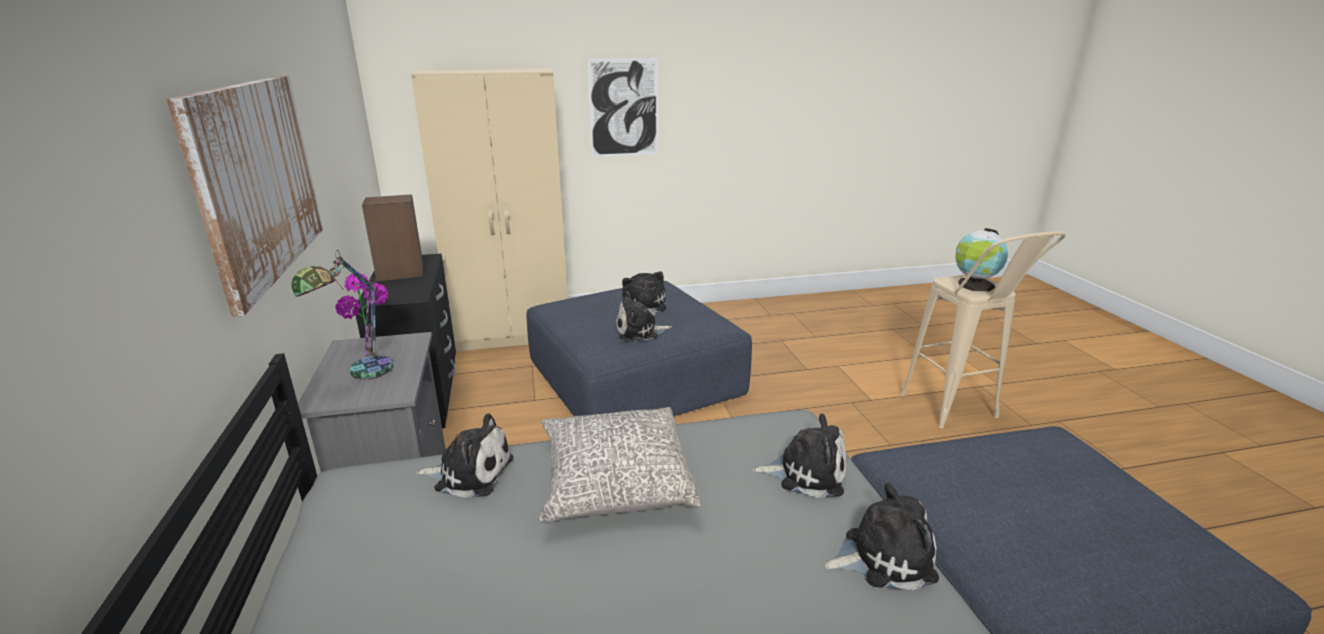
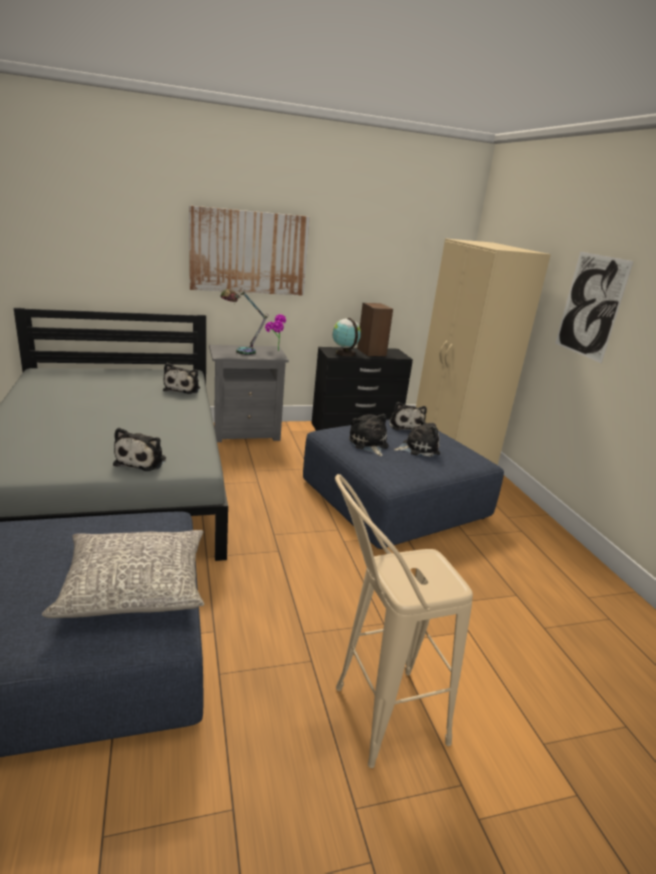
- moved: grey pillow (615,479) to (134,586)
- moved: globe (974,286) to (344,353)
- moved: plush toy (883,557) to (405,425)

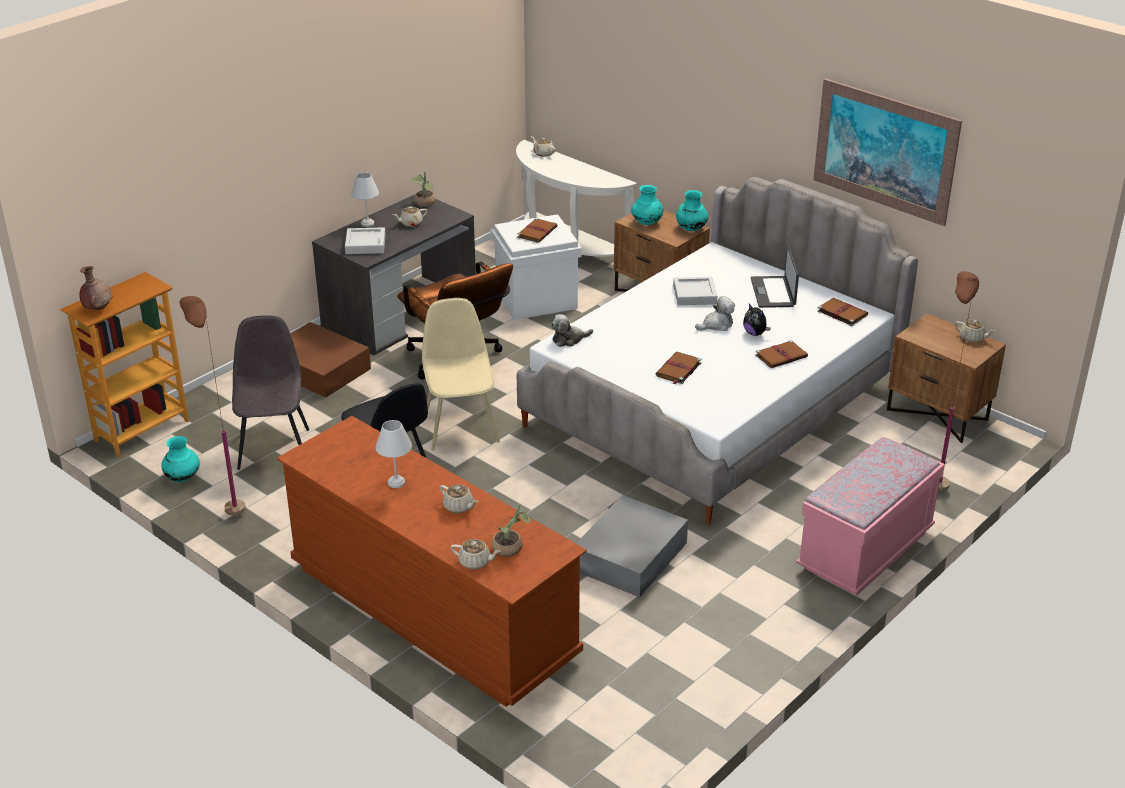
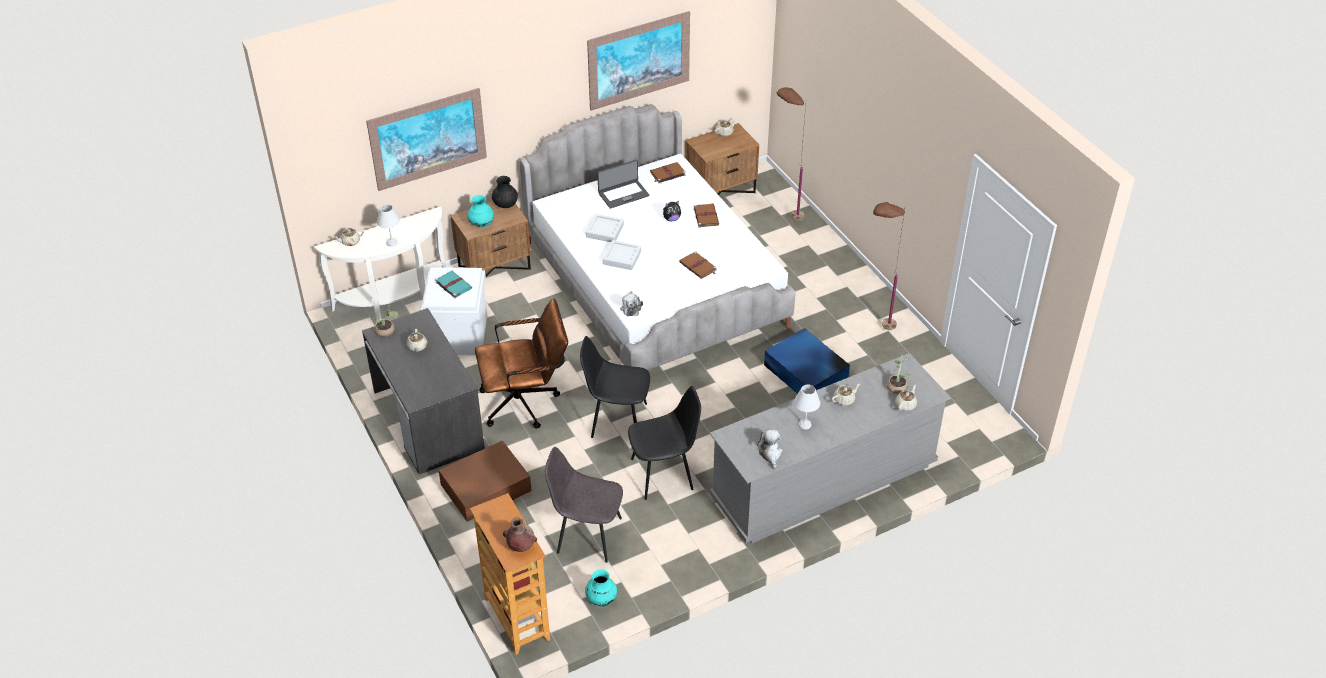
- added: picture (428,139)
- moved: white table lamp (366,223) to (391,243)
- recoloured: brown book (537,232) to turquoise book (453,285)
- recoloured: turquoise vase (691,229) to black vase (505,205)
- recoloured: beige chair (461,428) to black chair (617,420)
- turned: laptop (773,292) = (623,194) 45 degrees counterclockwise
- moved: grey tray (365,244) to (622,257)
- recoloured: brown dresser (432,610) to grey dresser (823,481)
- moved: plush toy (716,325) to (770,454)
- recoloured: grey storage box (628,557) to blue storage box (806,373)
- moved: brown floor lamp (227,505) to (877,330)
- removed: pink bench (865,551)

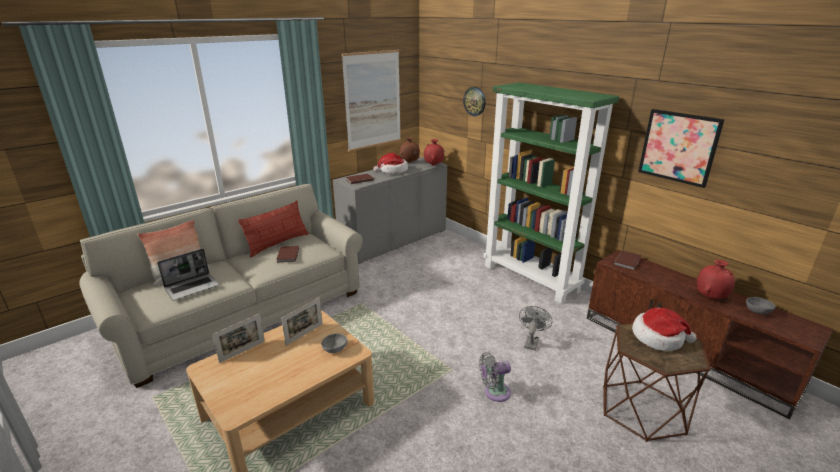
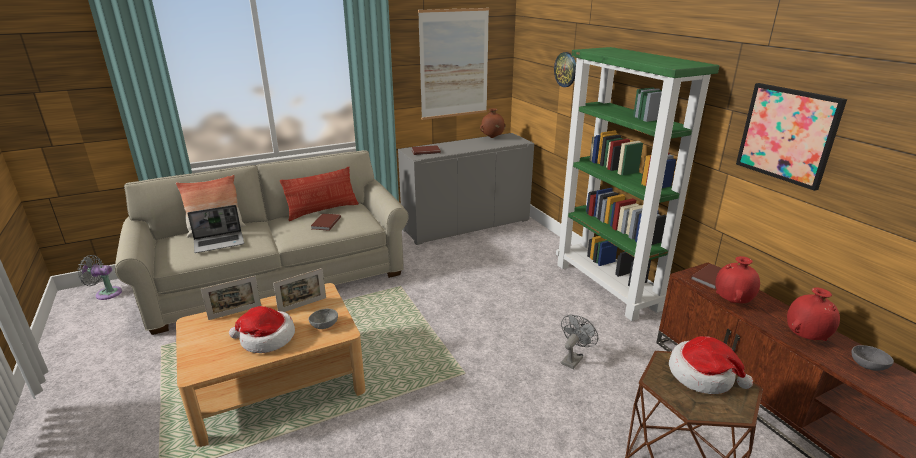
- moved: grey fan (494,392) to (106,293)
- moved: hat (393,171) to (266,339)
- moved: red vase (433,165) to (732,302)

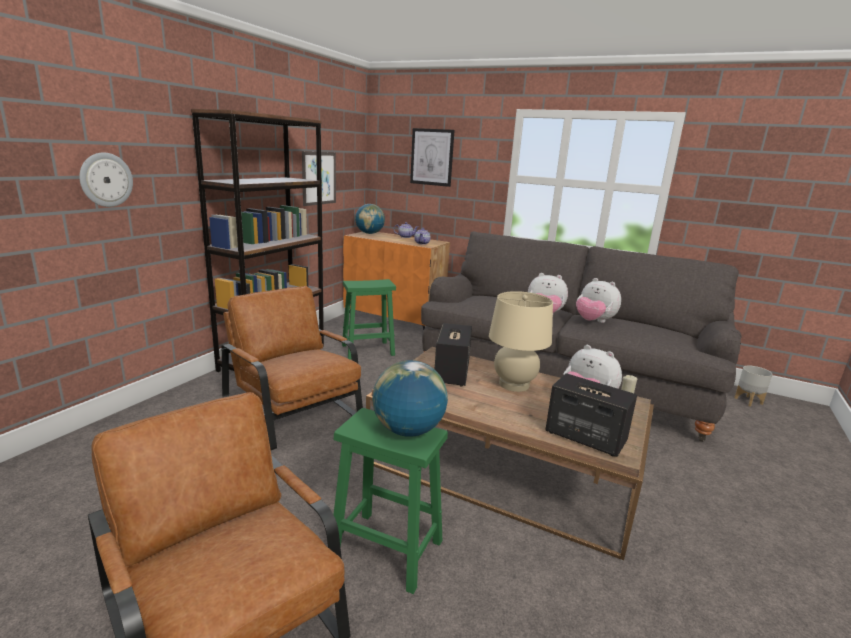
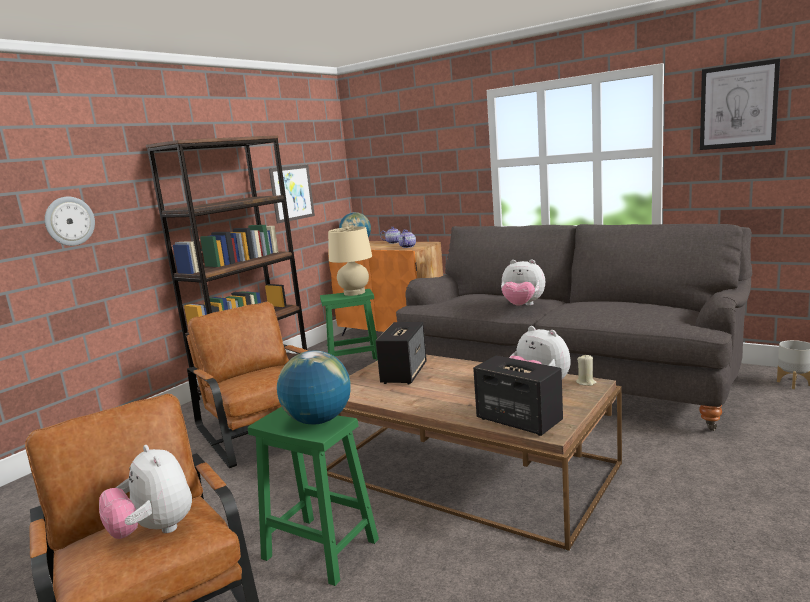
- moved: plush toy (594,321) to (154,531)
- moved: beige table lamp (514,384) to (354,293)
- moved: picture (432,157) to (738,106)

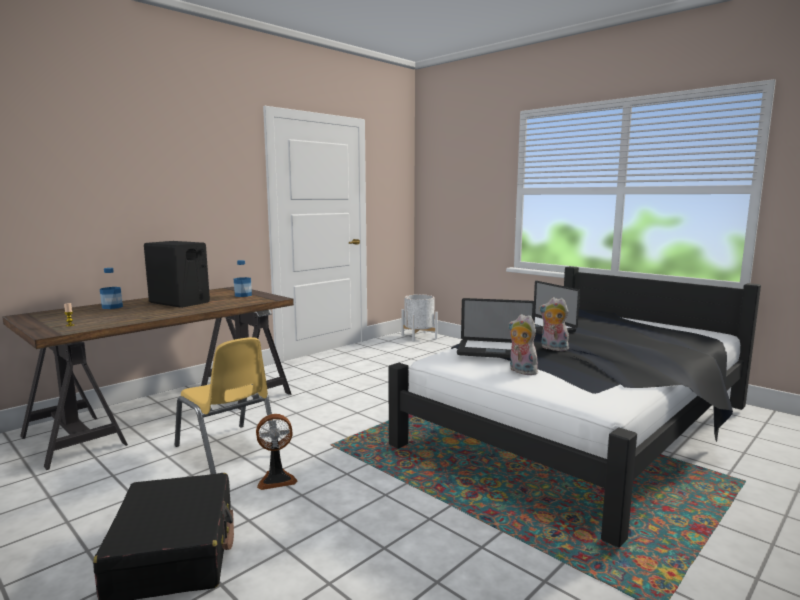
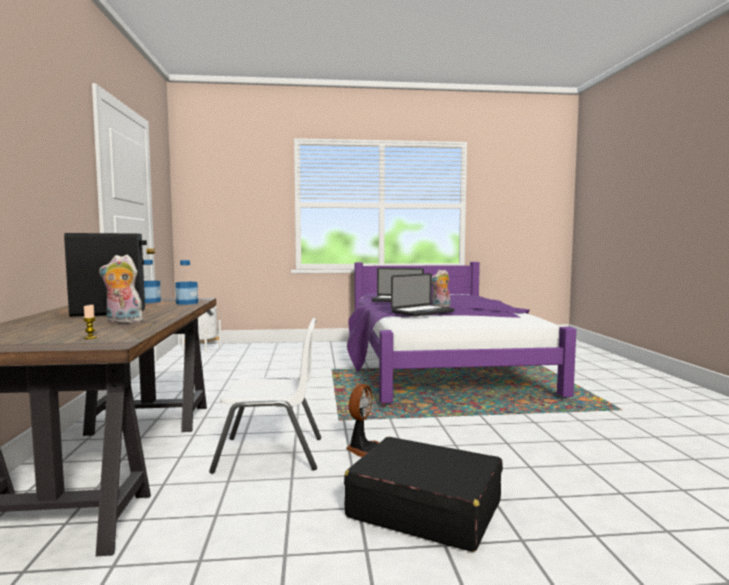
- moved: plush toy (520,371) to (122,322)
- moved: bottle (112,307) to (187,303)
- recoloured: yellow chair (227,450) to white chair (270,454)
- recoloured: black bed (579,428) to purple bed (438,366)

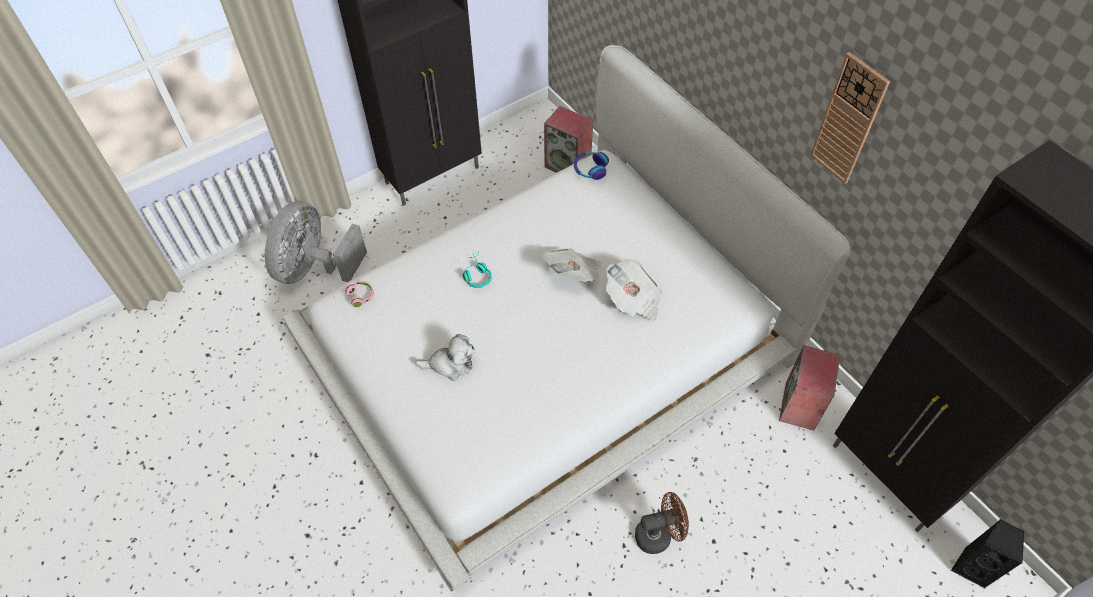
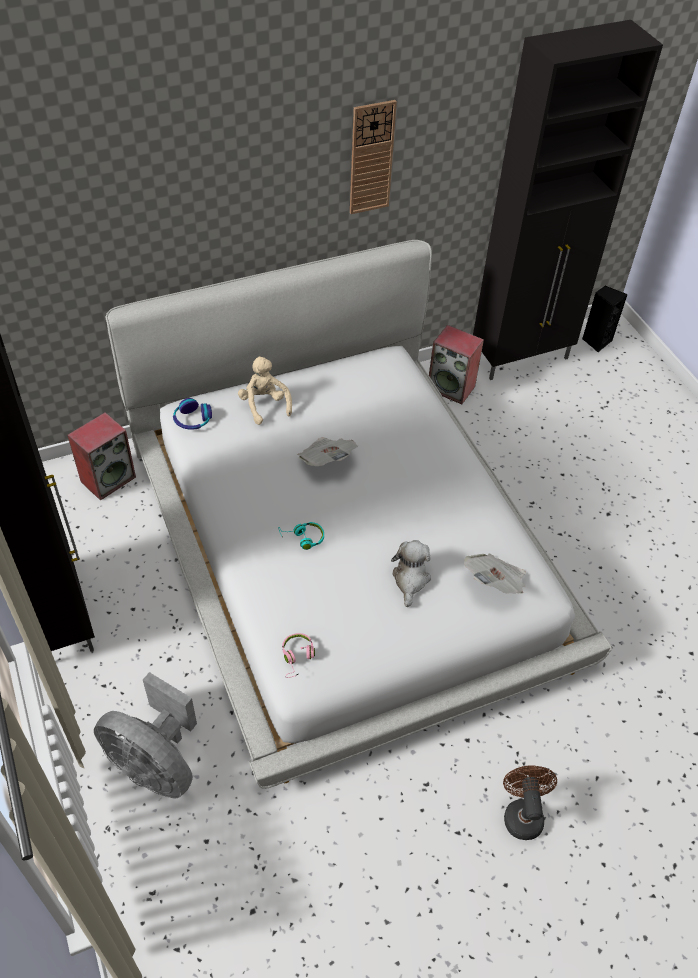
- added: beige plush toy (264,405)
- moved: newspaper (633,300) to (495,583)
- moved: brown fan (658,535) to (522,813)

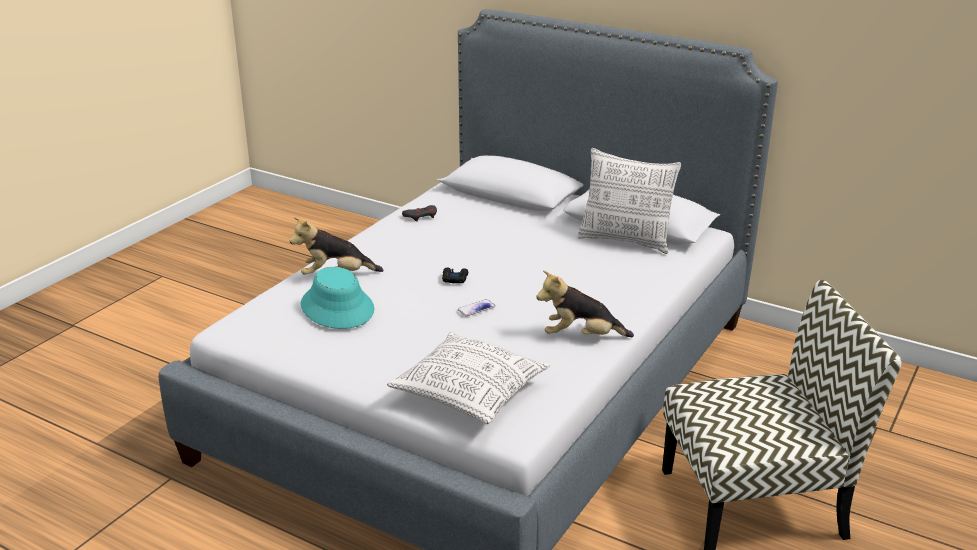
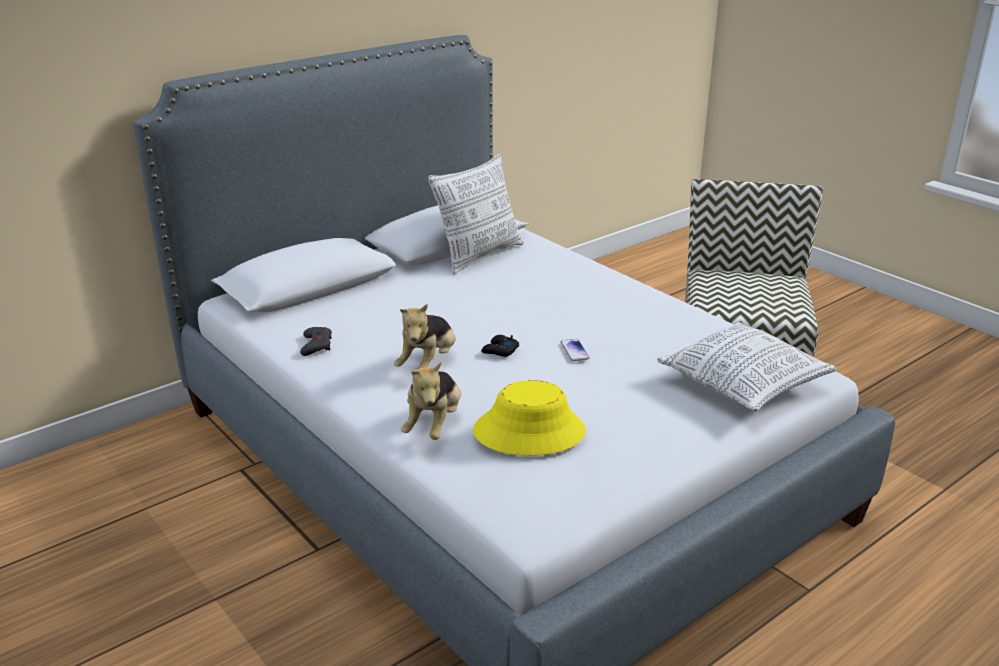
- moved: plush toy (581,337) to (428,363)
- recoloured: turquoise hat (338,307) to yellow hat (529,431)

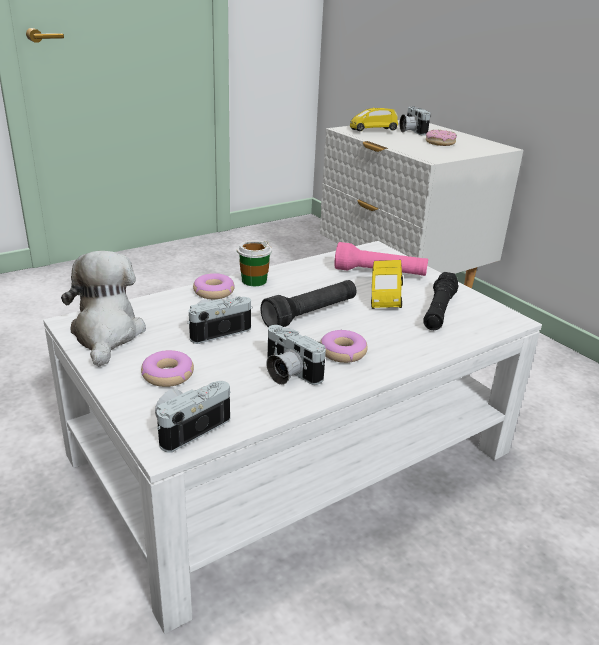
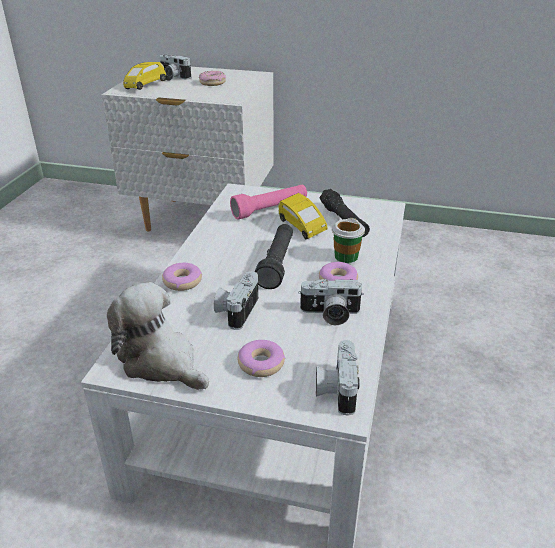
- moved: cup (254,281) to (346,256)

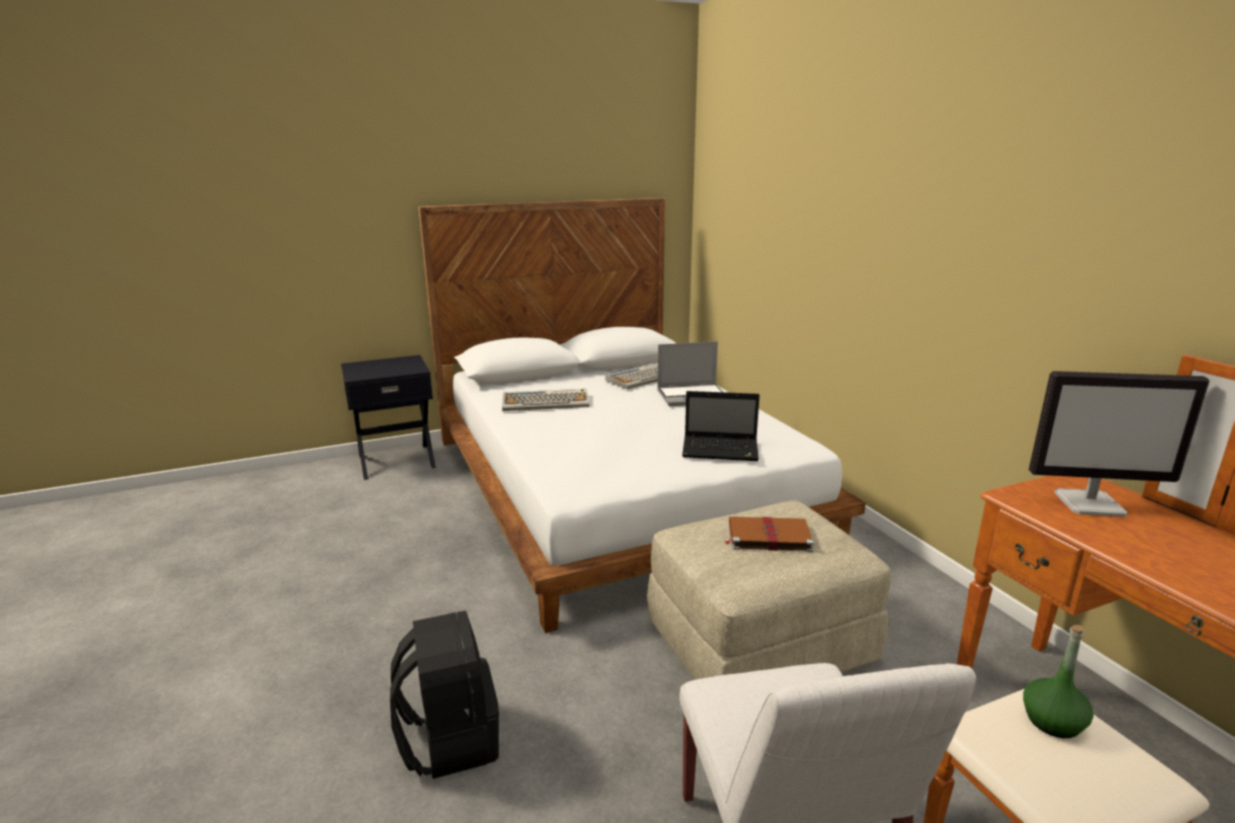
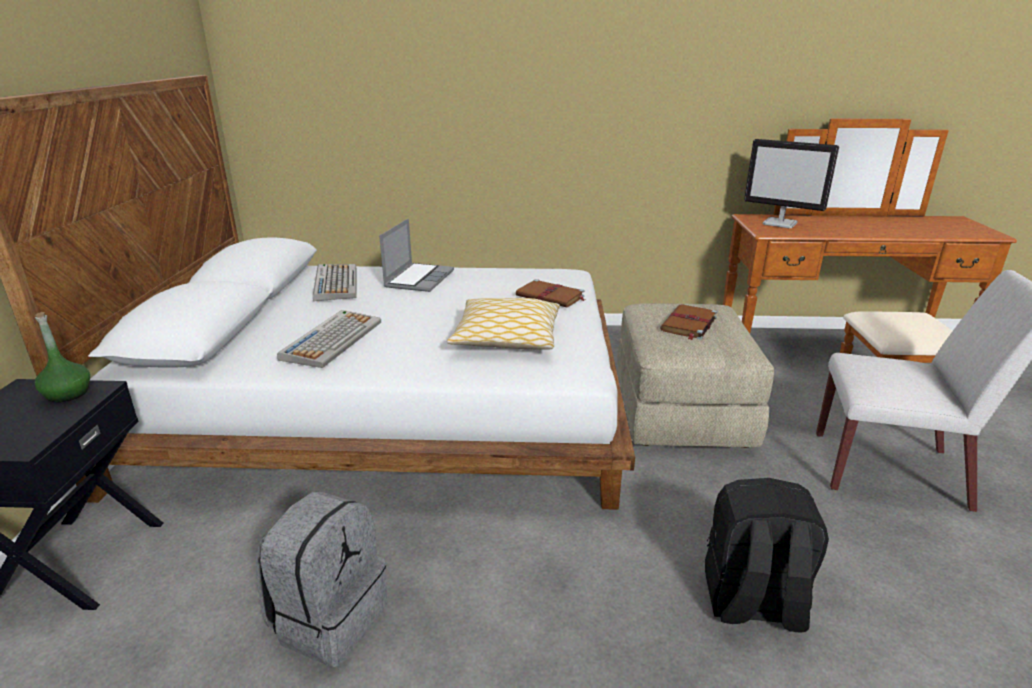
- moved: green bottle (1052,721) to (68,394)
- added: grey backpack (329,619)
- added: pillow (506,338)
- replaced: laptop (722,450) to brown book (551,296)
- turned: monitor (1090,504) = (780,223) 90 degrees clockwise

